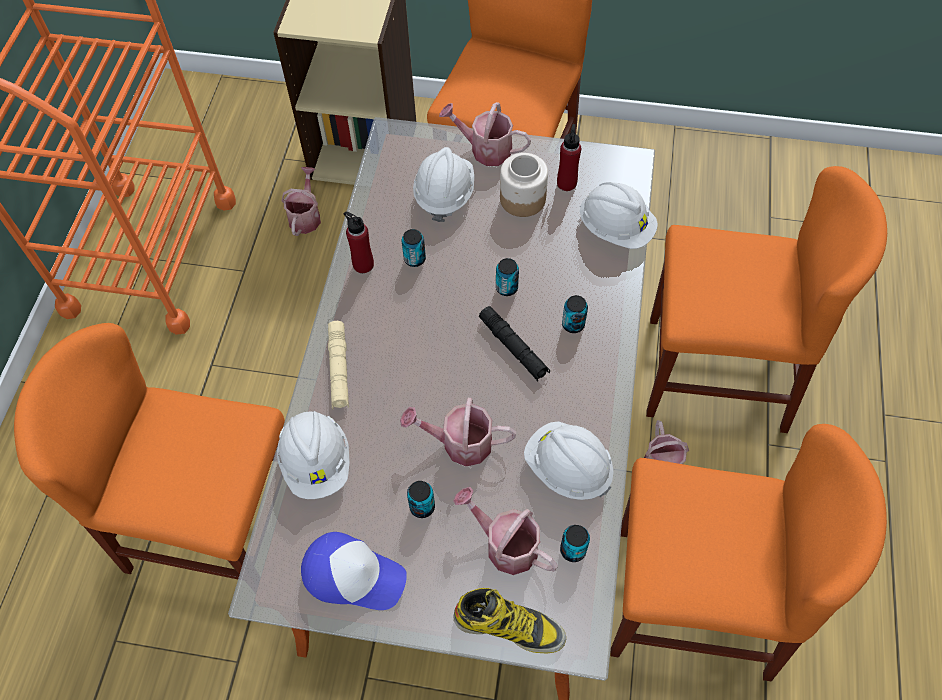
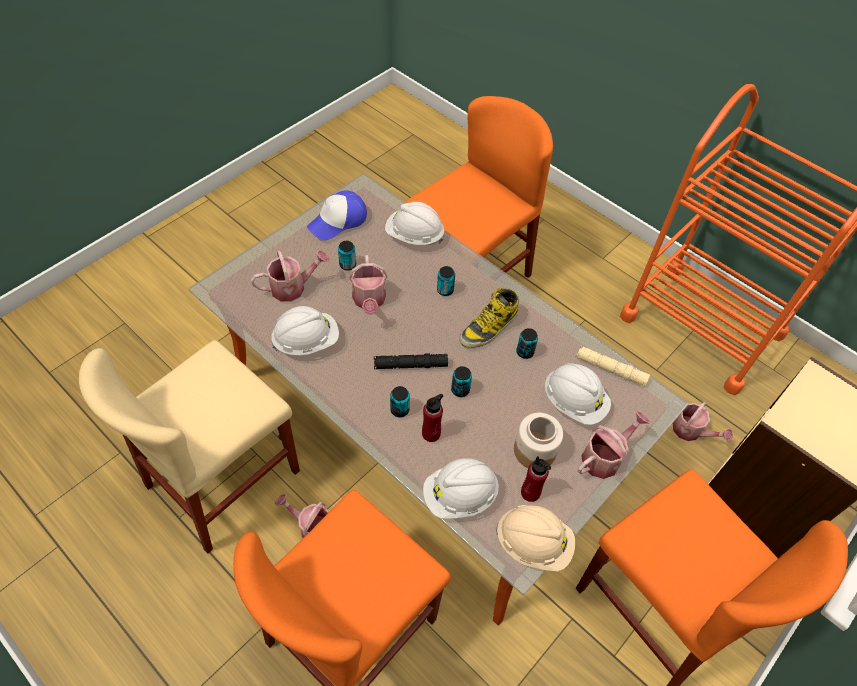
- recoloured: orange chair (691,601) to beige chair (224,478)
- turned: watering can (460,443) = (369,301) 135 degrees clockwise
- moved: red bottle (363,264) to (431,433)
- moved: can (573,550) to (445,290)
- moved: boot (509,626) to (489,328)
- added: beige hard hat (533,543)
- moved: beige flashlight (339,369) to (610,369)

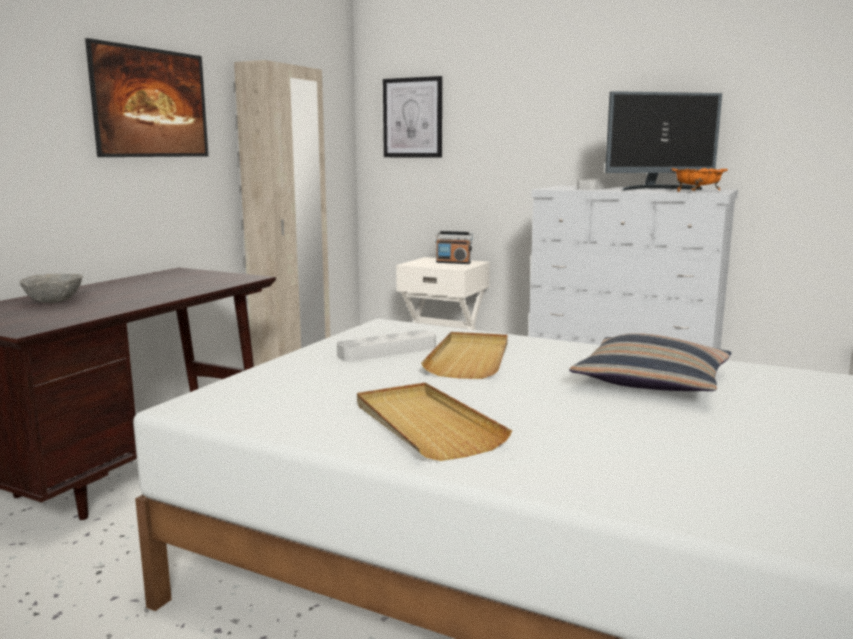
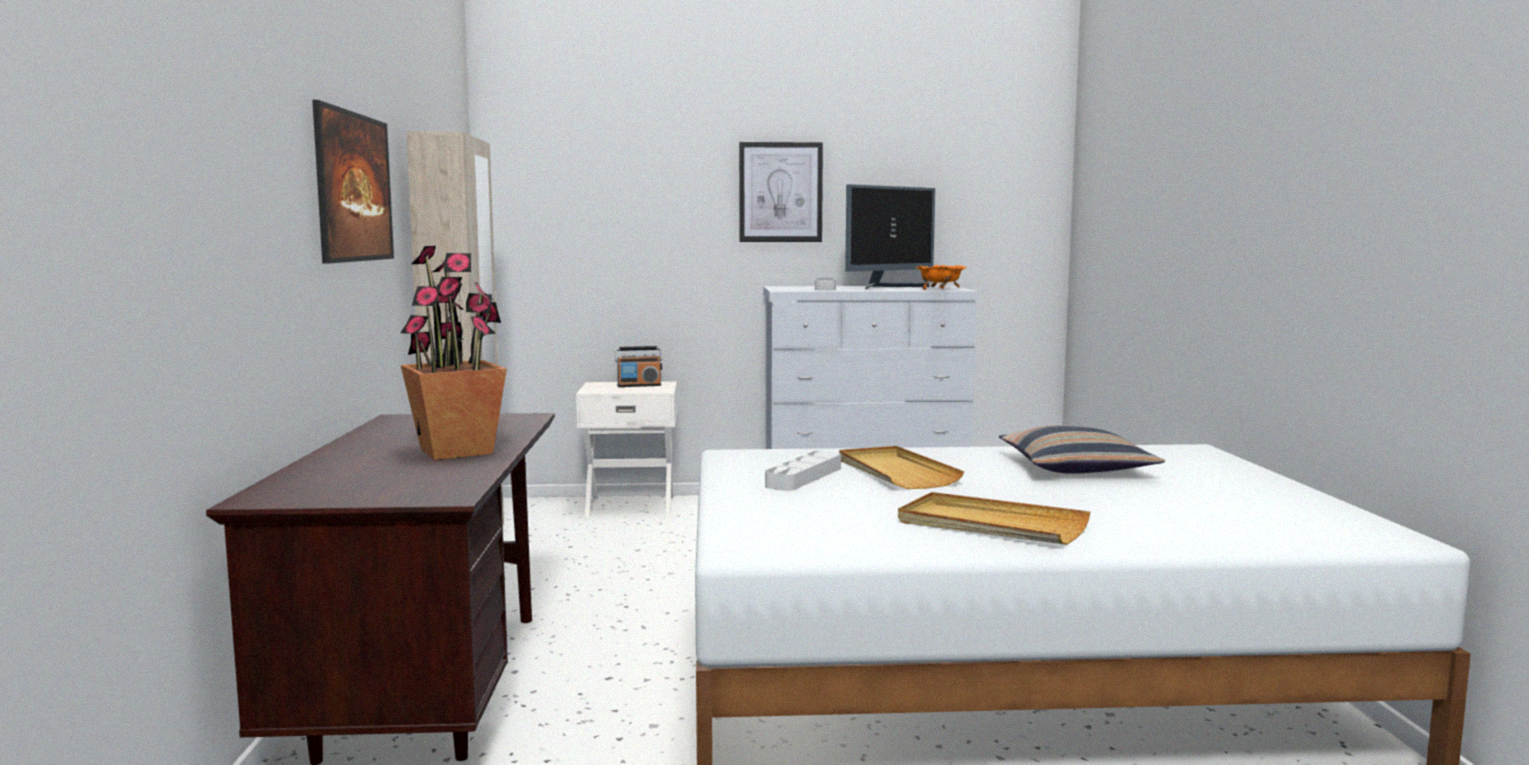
- added: potted plant (457,451)
- moved: picture (412,118) to (780,192)
- removed: grey bowl (55,302)

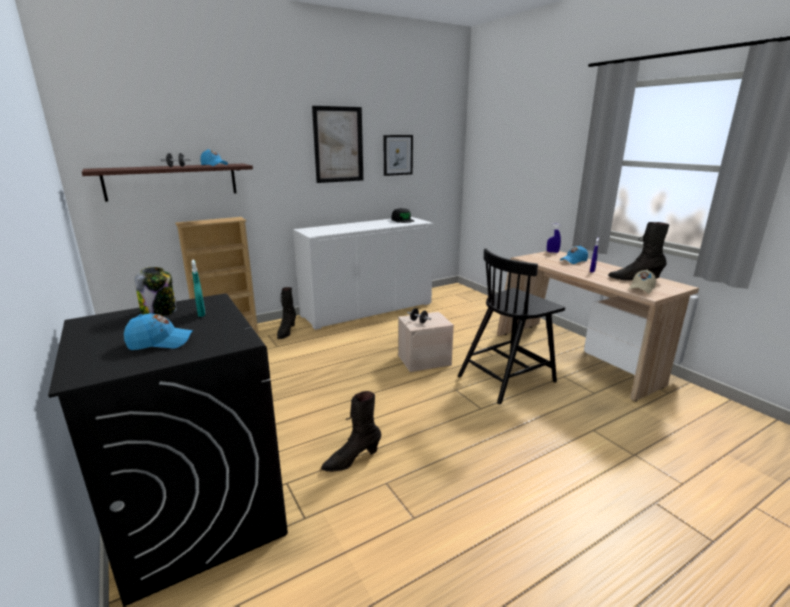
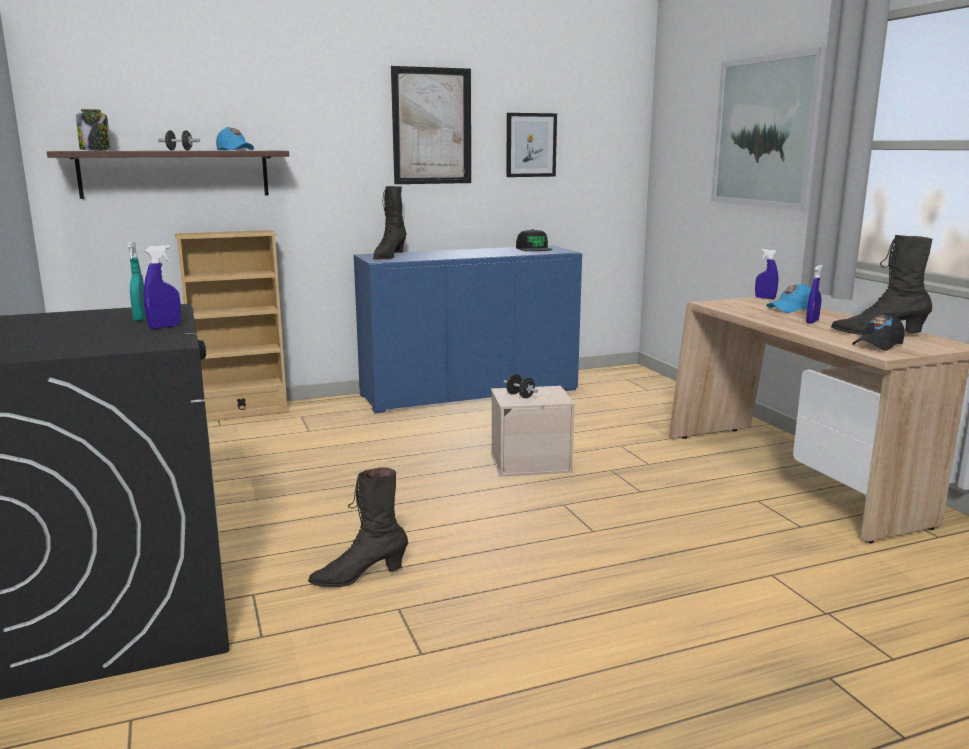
- moved: jar (160,311) to (96,150)
- added: blue spray bottle (165,327)
- recoloured: white cabinet (367,310) to blue cabinet (469,392)
- moved: black boot (286,332) to (388,257)
- added: picture (766,132)
- recoloured: beige cap (641,288) to black cap (878,345)
- removed: blue cap (160,342)
- removed: black chair (507,378)

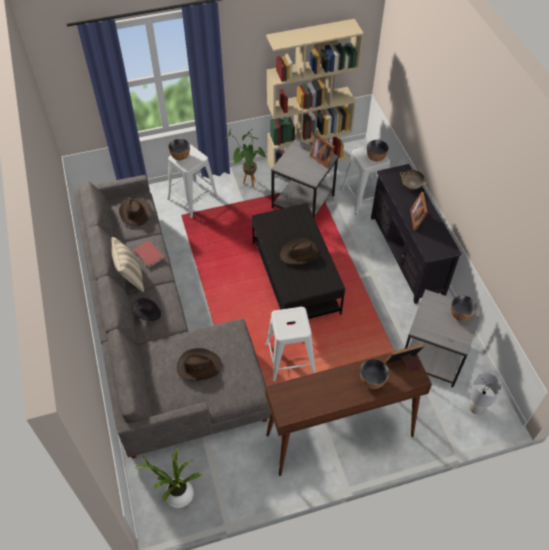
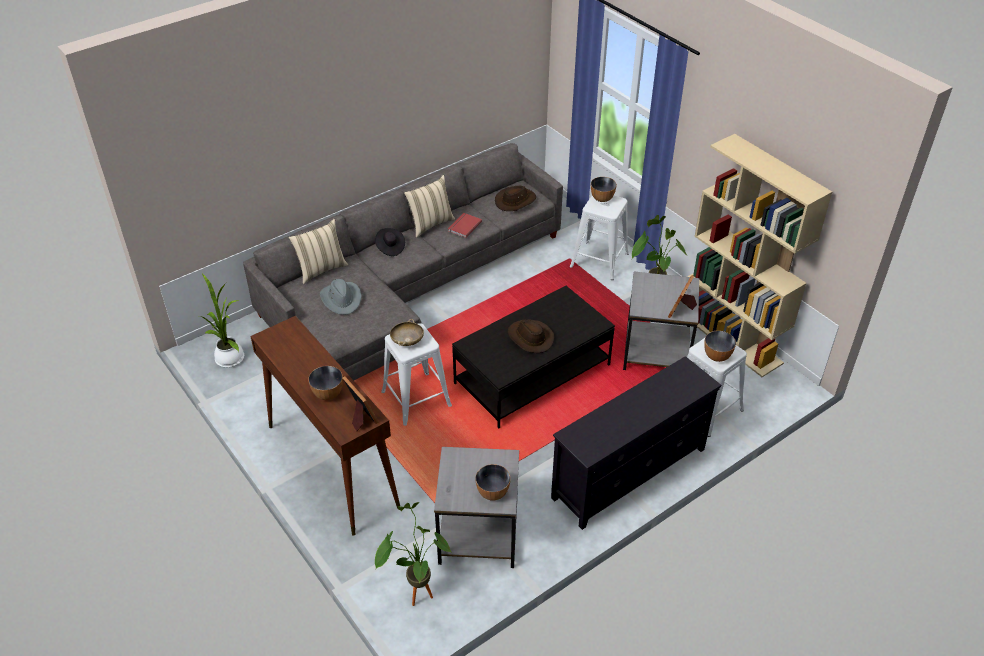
- added: beige pillow (321,269)
- recoloured: brown hat (199,366) to grey hat (341,299)
- replaced: grey table lamp (475,408) to potted plant (414,595)
- moved: beige bowl (411,185) to (407,341)
- removed: picture frame (418,219)

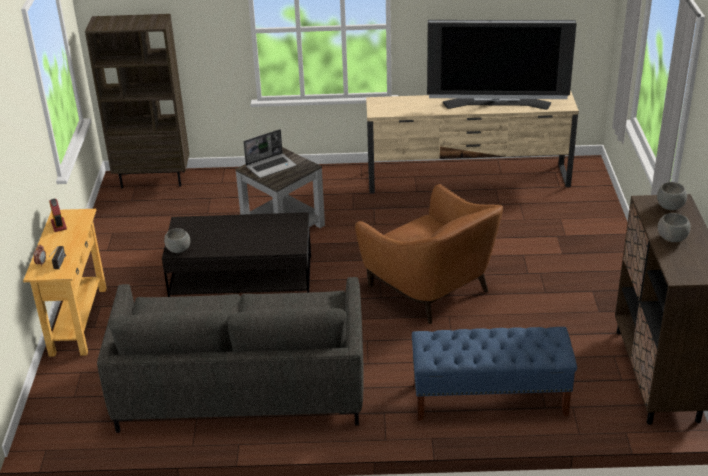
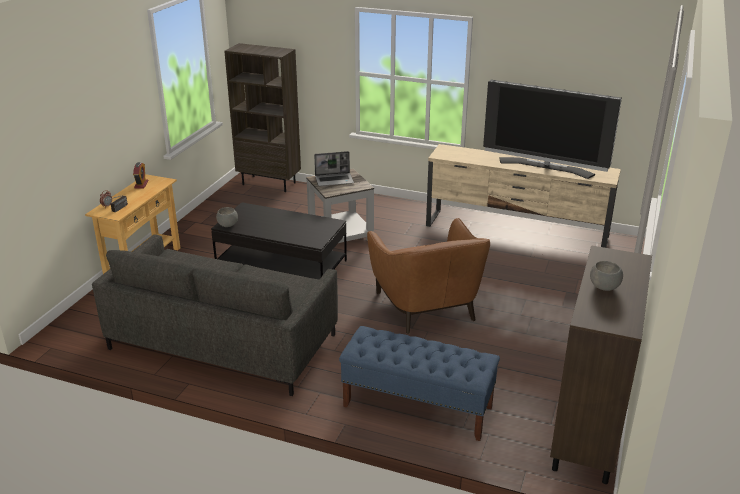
- removed: grey bowl (669,207)

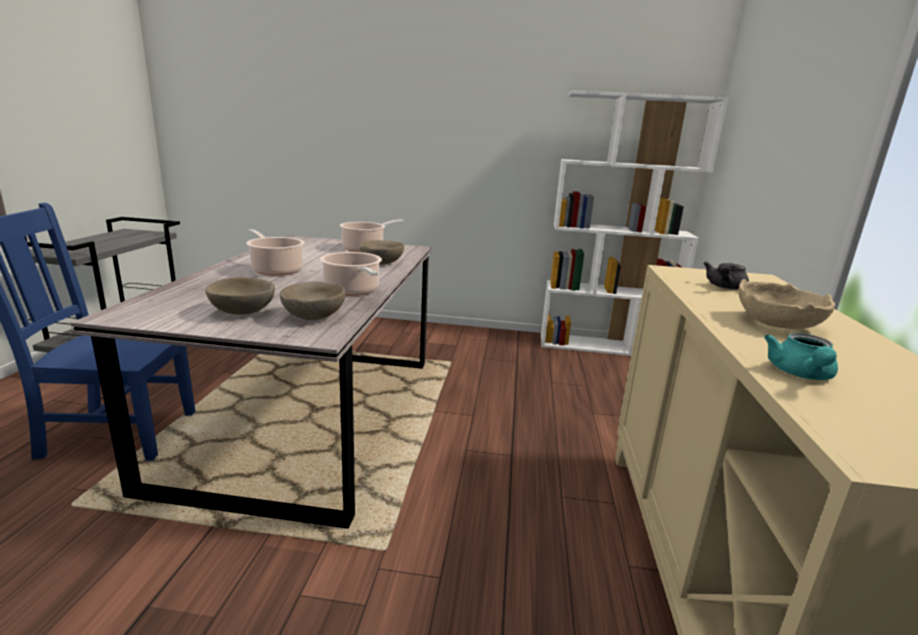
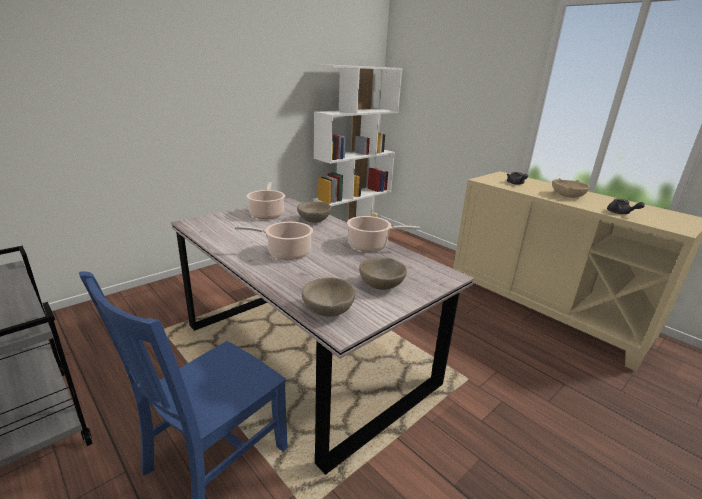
- moved: beige bowl (314,316) to (327,310)
- recoloured: turquoise teapot (800,375) to grey teapot (620,213)

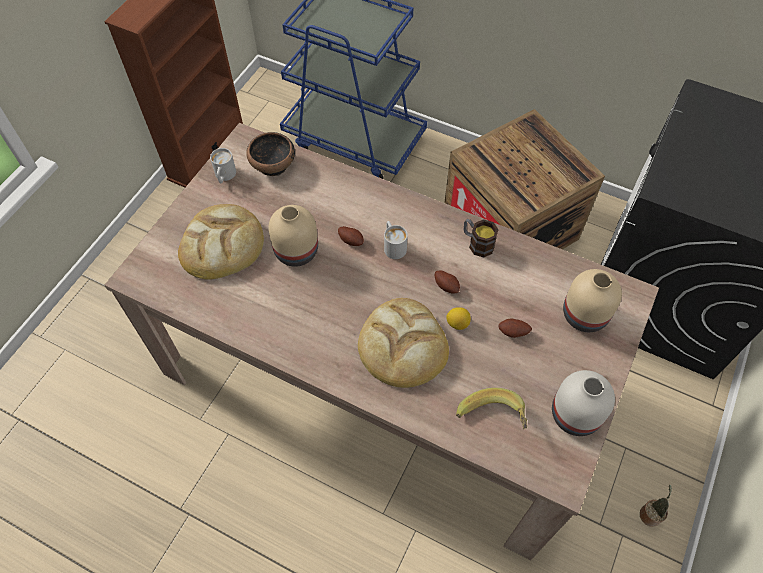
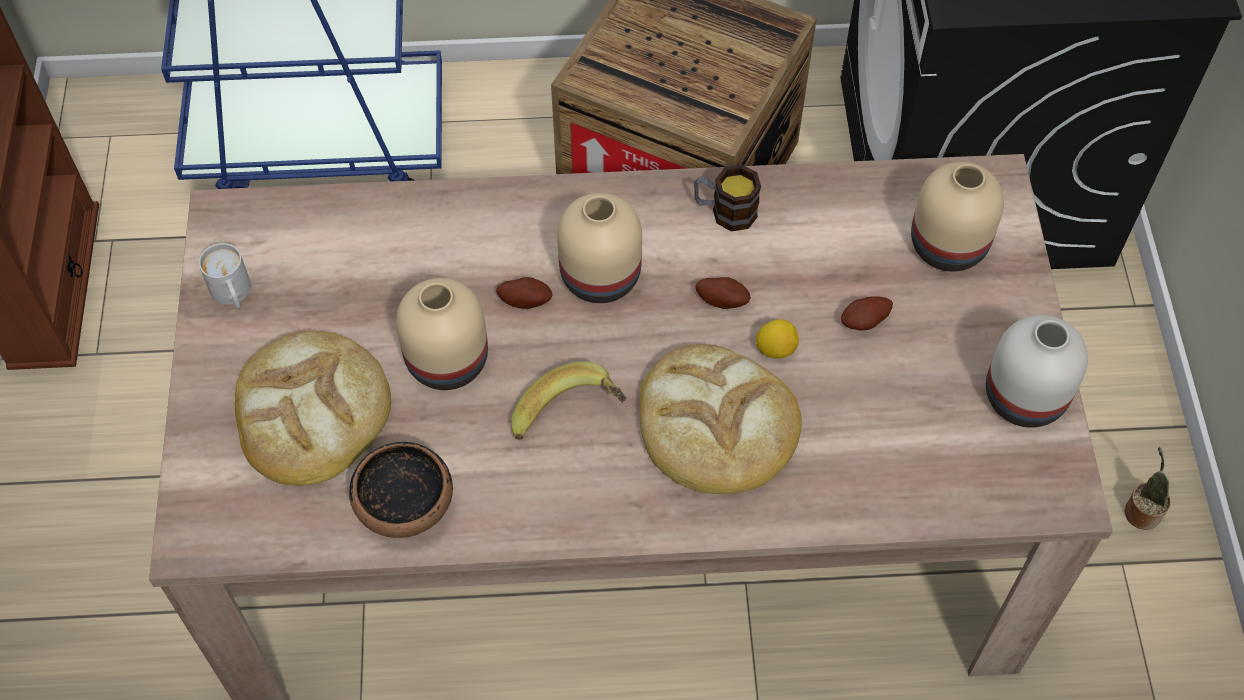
- moved: bowl (273,165) to (406,506)
- moved: banana (492,419) to (571,419)
- replaced: white mug (393,245) to beige vase (598,276)

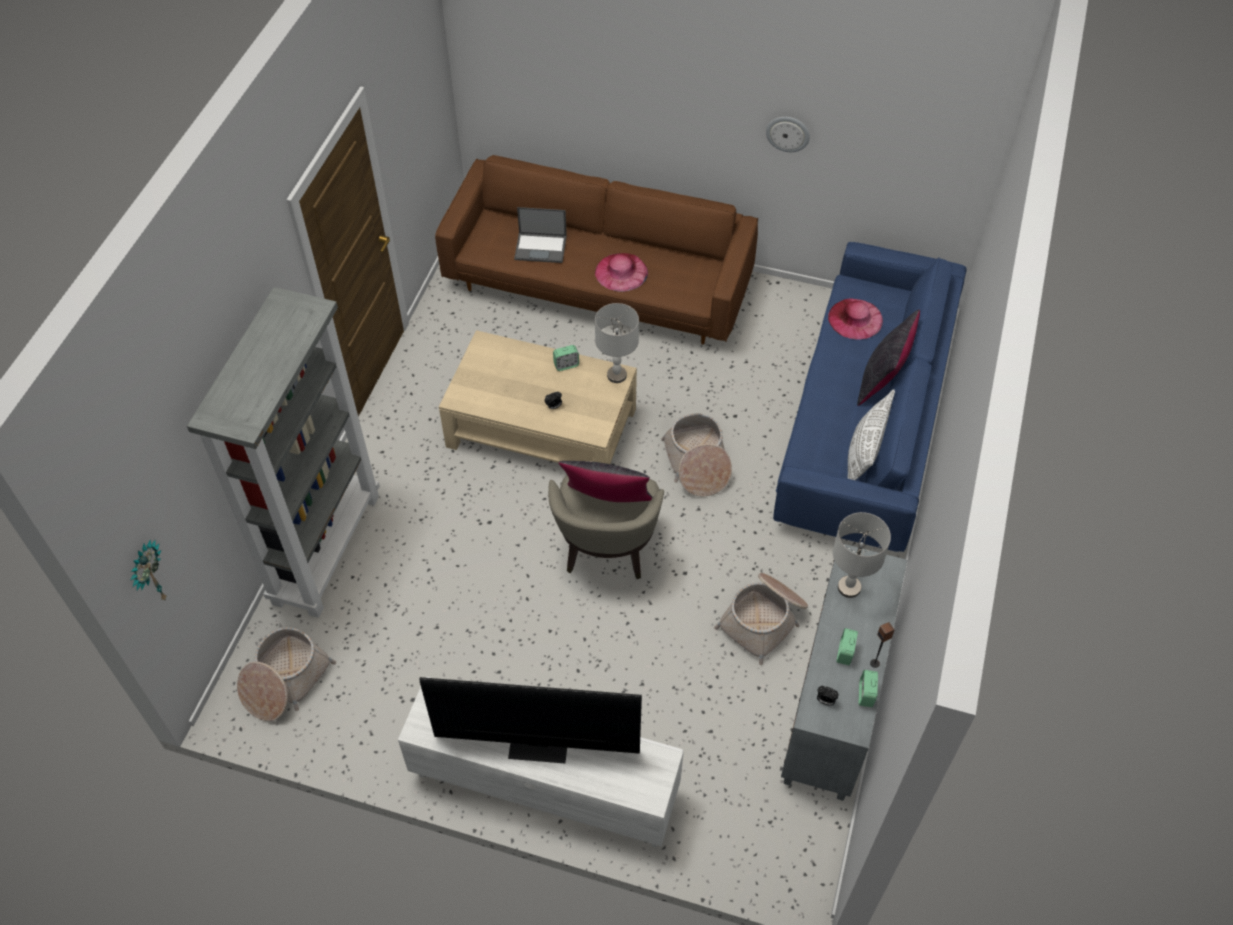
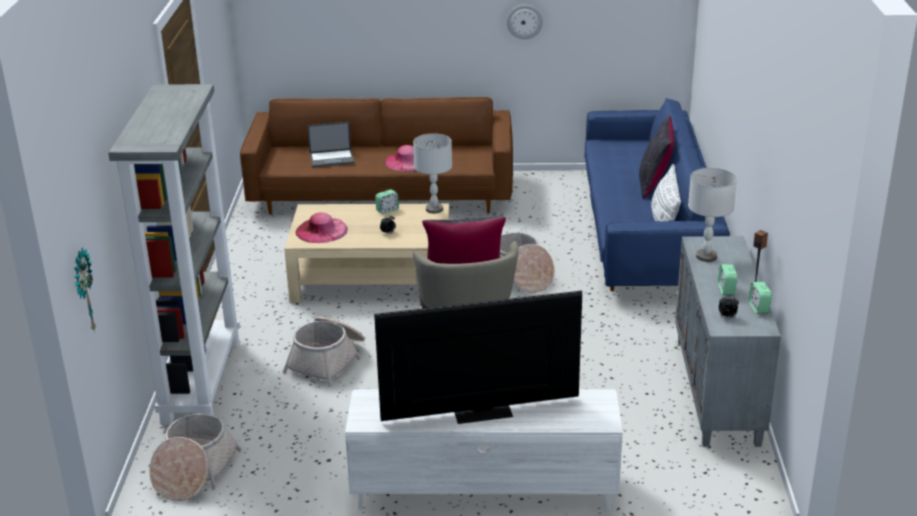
- moved: basket (764,620) to (328,360)
- moved: pink hat (855,319) to (321,230)

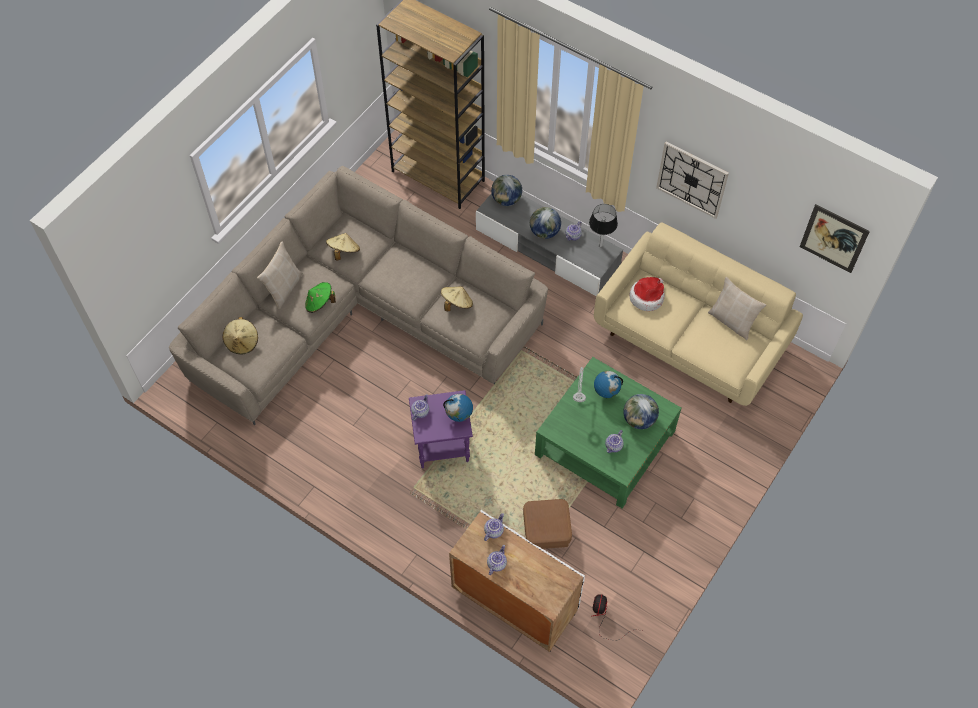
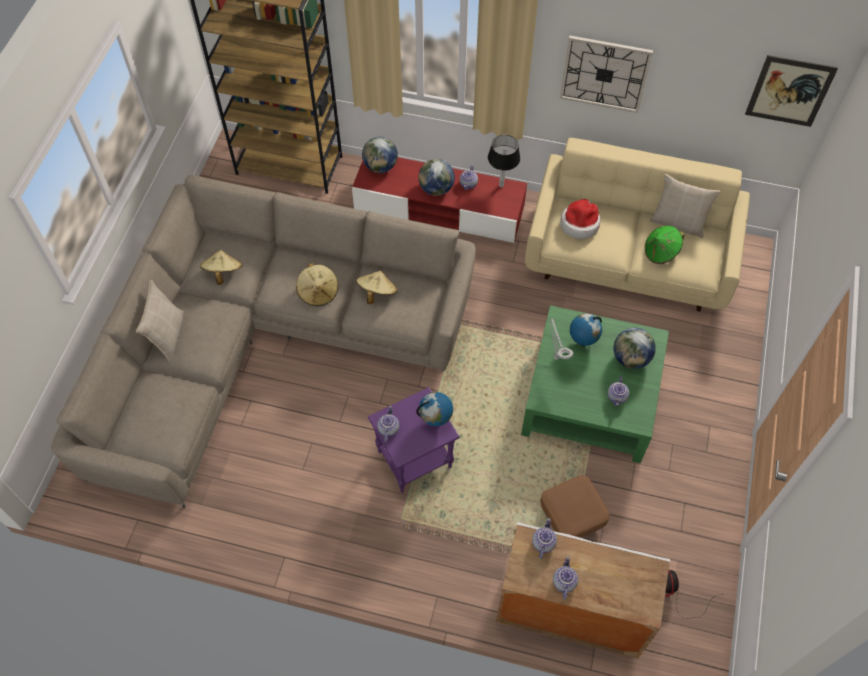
- moved: beige hat (242,342) to (318,292)
- recoloured: grey tv stand (547,249) to red tv stand (439,208)
- moved: green hat (319,303) to (661,252)

